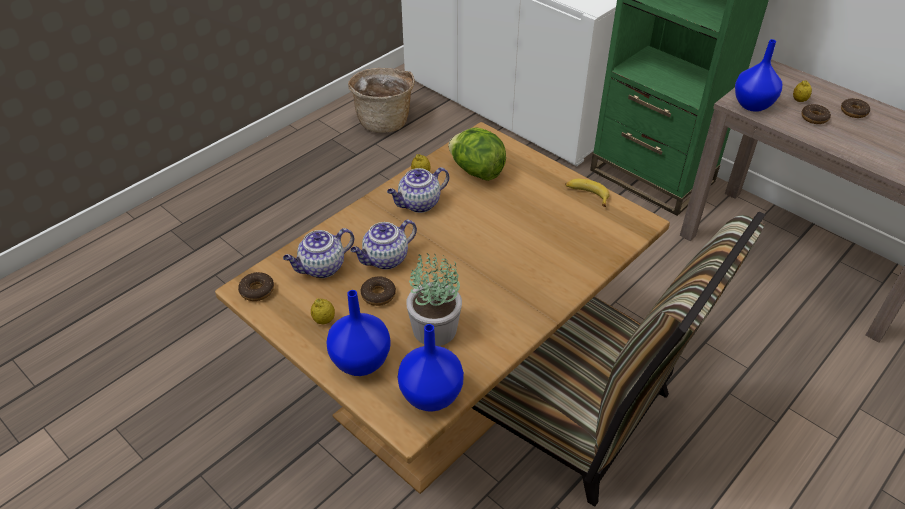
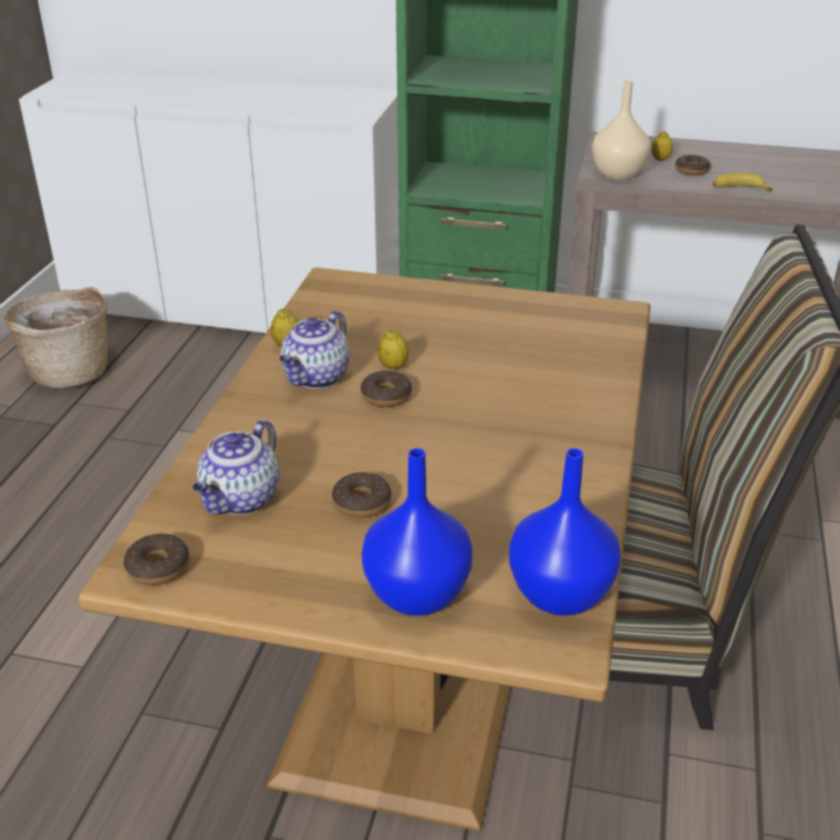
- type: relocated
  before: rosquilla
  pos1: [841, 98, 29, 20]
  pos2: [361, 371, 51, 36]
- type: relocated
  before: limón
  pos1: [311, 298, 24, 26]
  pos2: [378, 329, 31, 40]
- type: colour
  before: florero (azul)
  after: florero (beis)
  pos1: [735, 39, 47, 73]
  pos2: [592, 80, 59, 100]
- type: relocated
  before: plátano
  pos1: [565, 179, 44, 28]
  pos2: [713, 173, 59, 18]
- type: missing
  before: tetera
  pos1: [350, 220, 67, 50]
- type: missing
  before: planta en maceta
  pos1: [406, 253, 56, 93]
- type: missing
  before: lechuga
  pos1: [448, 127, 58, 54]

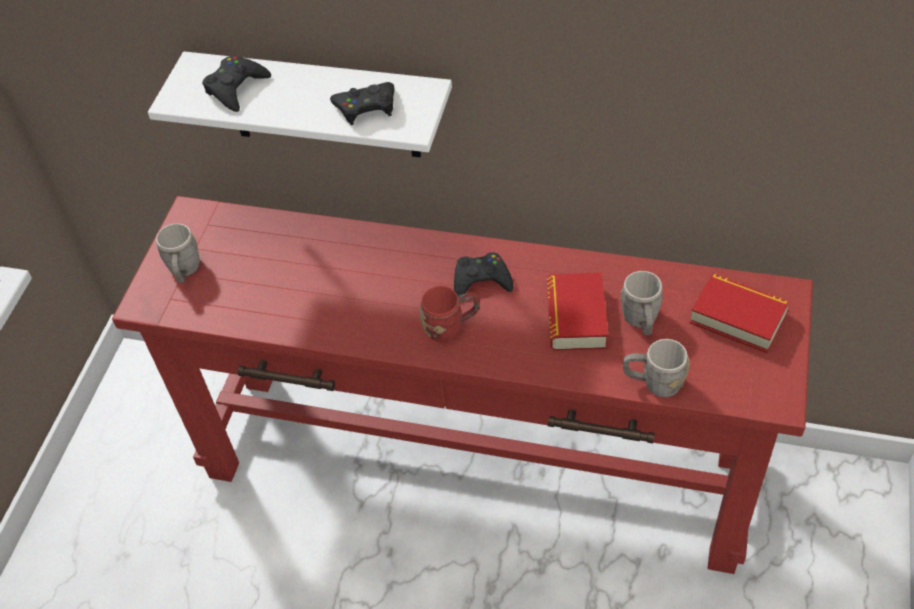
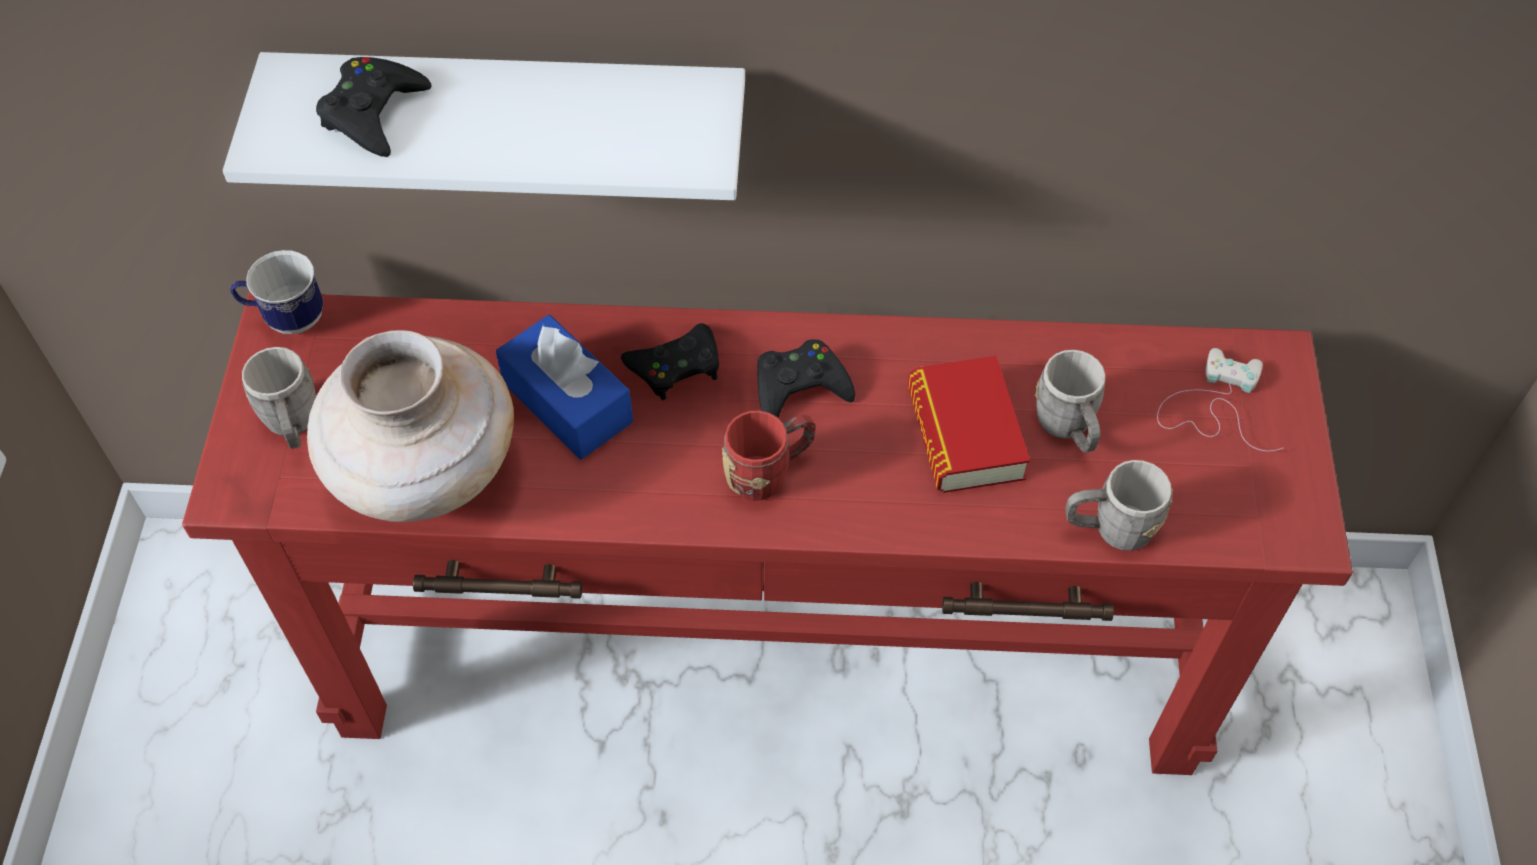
- type: appeared
  after: taza grande
  pos2: [230, 250, 93, 84]
- type: appeared
  after: florero (beis)
  pos2: [307, 330, 207, 192]
- type: appeared
  after: caja de pañuelos (azul)
  pos2: [496, 315, 137, 144]
- type: relocated
  before: mando de consola (negro)
  pos1: [330, 82, 64, 43]
  pos2: [621, 323, 98, 77]
- type: exchanged
  before: libro
  after: mando de consola (blanco)
  pos1: [690, 273, 100, 80]
  pos2: [1157, 348, 126, 103]

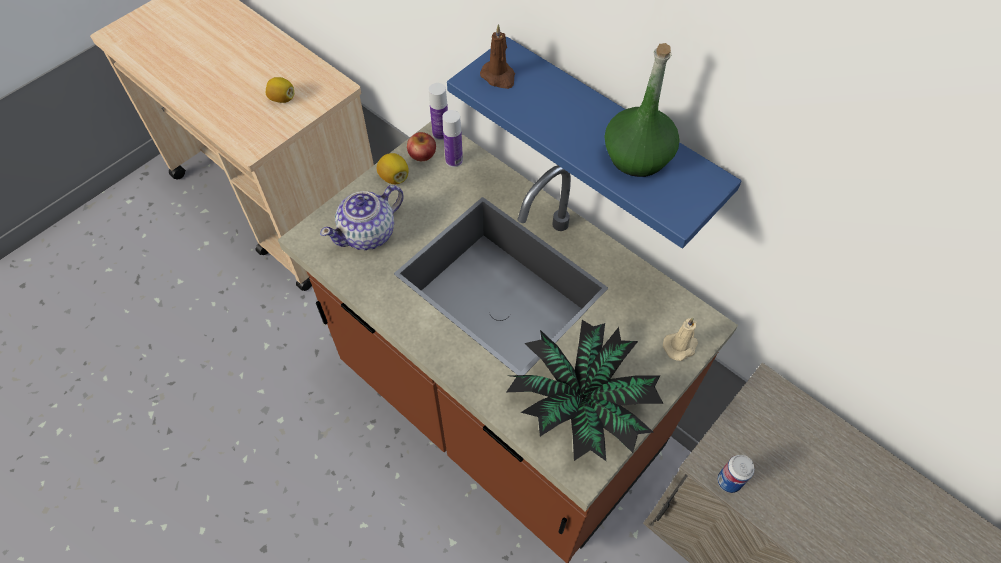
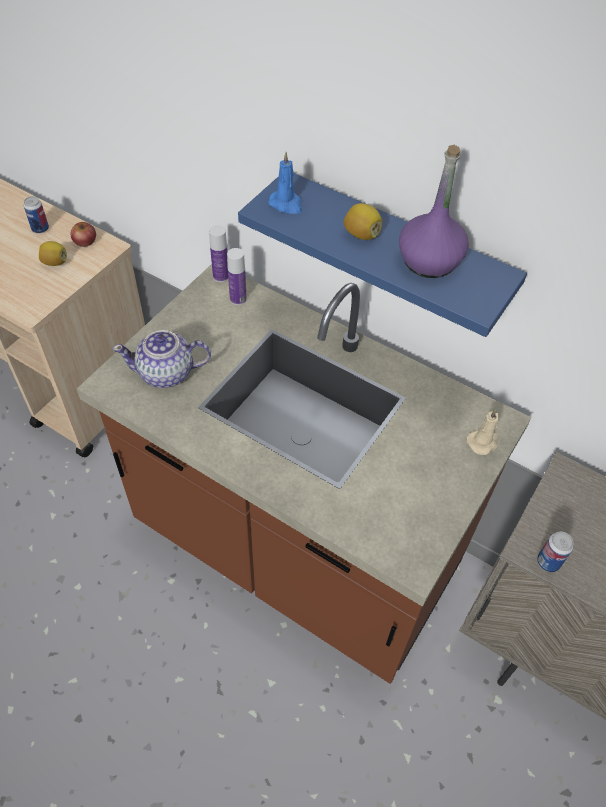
- type: appeared
  after: lata
  pos2: [24, 196, 25, 37]
- type: relocated
  before: manzana
  pos1: [407, 132, 29, 29]
  pos2: [71, 222, 25, 25]
- type: spun
  before: tetera
  pos1: [320, 185, 84, 65]
  pos2: [112, 330, 99, 58]
  turn: 45
- type: colour
  before: vela (marrón)
  after: vela (azul)
  pos1: [480, 24, 35, 65]
  pos2: [268, 152, 34, 62]
- type: relocated
  before: limón
  pos1: [377, 153, 32, 31]
  pos2: [344, 203, 38, 37]
- type: colour
  before: botella (verde)
  after: botella (morado)
  pos1: [604, 43, 76, 134]
  pos2: [399, 145, 70, 133]
- type: missing
  before: planta en maceta
  pos1: [507, 320, 157, 141]

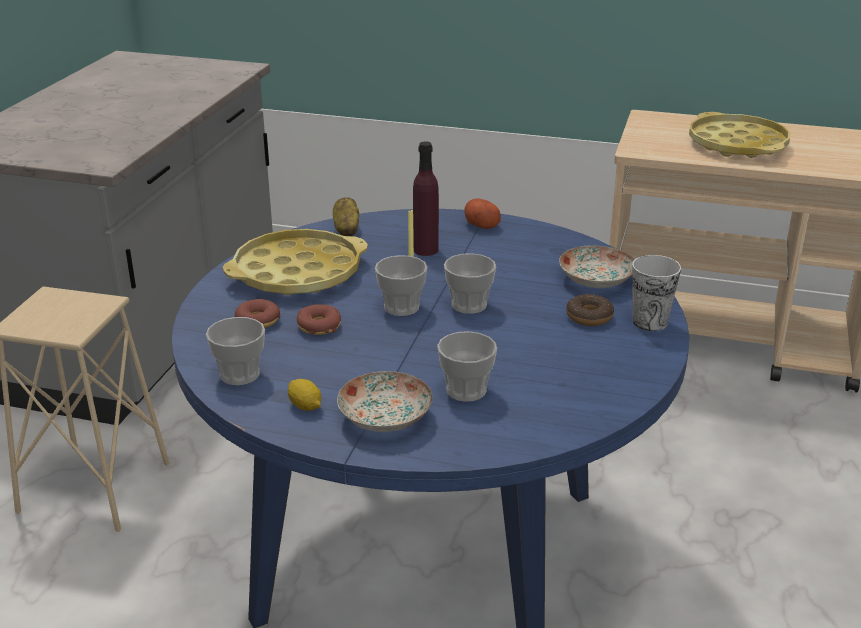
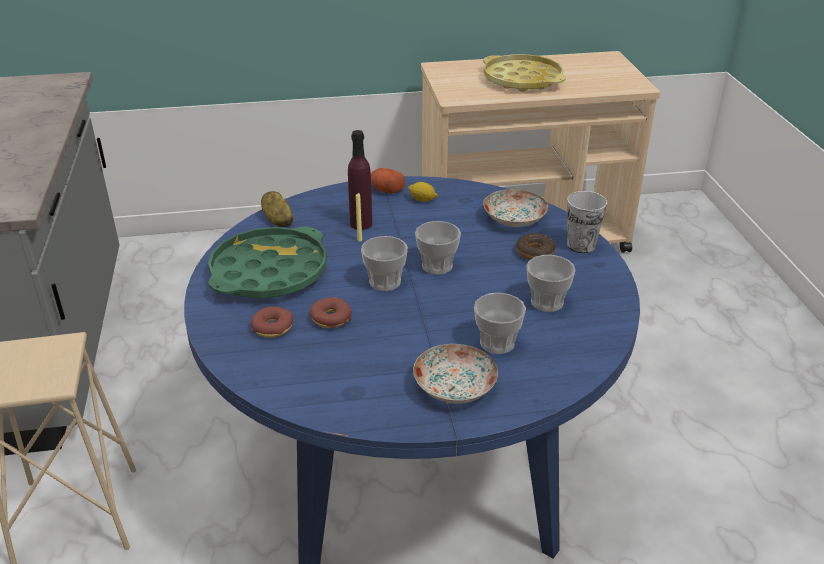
- type: colour
  before: bandeja (amarillo)
  after: bandeja (verde)
  pos1: [223, 229, 145, 66]
  pos2: [208, 227, 119, 71]
- type: relocated
  before: limón
  pos1: [288, 379, 33, 32]
  pos2: [408, 182, 30, 20]
- type: relocated
  before: taza
  pos1: [206, 317, 59, 68]
  pos2: [527, 255, 49, 57]

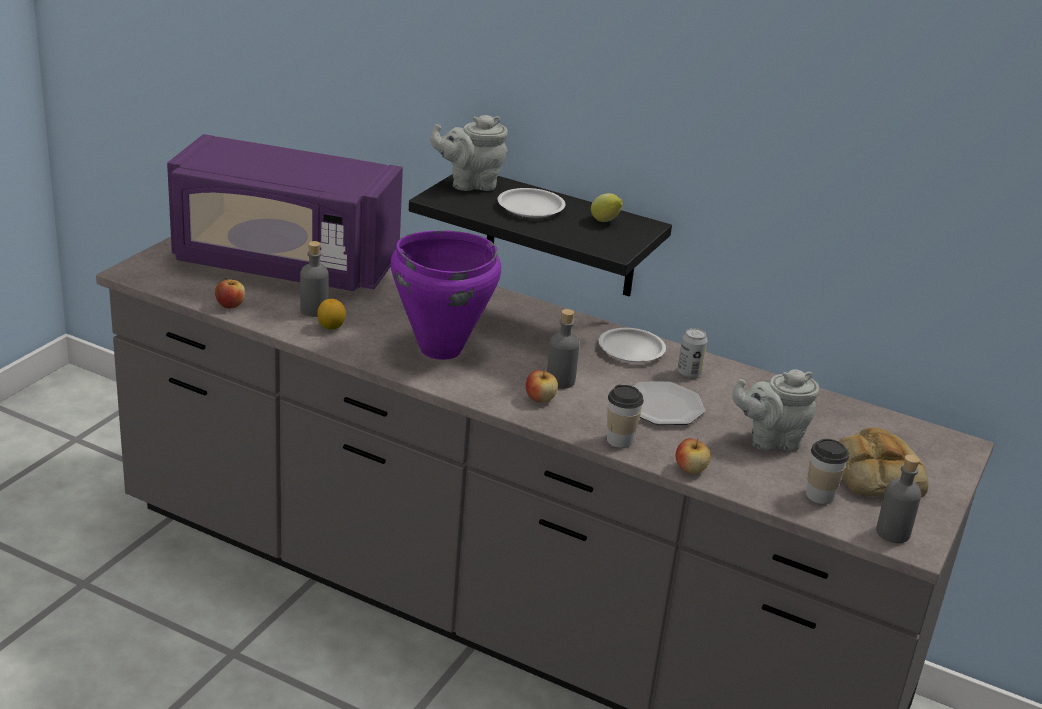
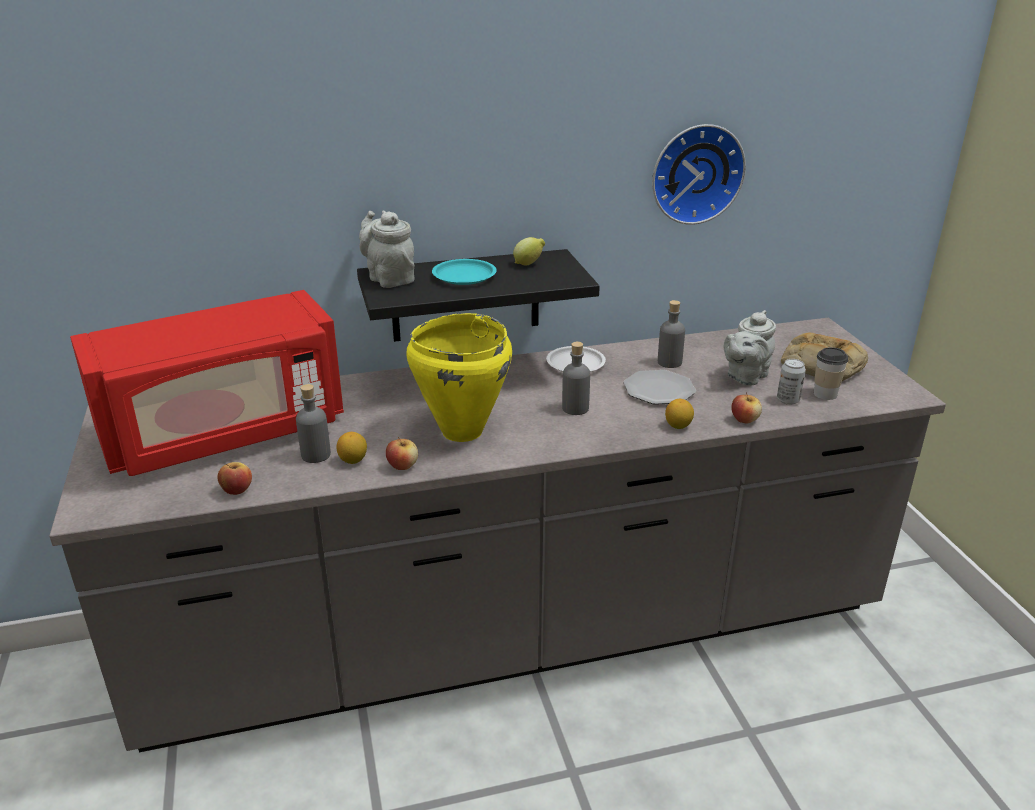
- type: colour
  before: microondas (morado)
  after: microondas (rojo)
  pos1: [167, 134, 236, 157]
  pos2: [70, 290, 274, 186]
- type: spun
  before: tetera (gris)
  pos1: [430, 115, 78, 76]
  pos2: [359, 211, 56, 77]
  turn: 105
- type: relocated
  before: manzana
  pos1: [526, 370, 32, 32]
  pos2: [386, 437, 32, 33]
- type: colour
  before: olla (morado)
  after: olla (amarillo)
  pos1: [391, 230, 110, 130]
  pos2: [406, 313, 106, 129]
- type: colour
  before: plato (blanco)
  after: plato (turquesa)
  pos1: [498, 188, 67, 30]
  pos2: [432, 259, 65, 26]
- type: appeared
  after: reloj de pared
  pos2: [652, 124, 94, 101]
- type: relocated
  before: botella (gris)
  pos1: [876, 454, 45, 89]
  pos2: [658, 300, 27, 68]
- type: exchanged
  before: taza
  after: limón
  pos1: [607, 385, 37, 63]
  pos2: [665, 399, 29, 30]
- type: relocated
  before: lata
  pos1: [678, 328, 30, 50]
  pos2: [777, 359, 29, 46]

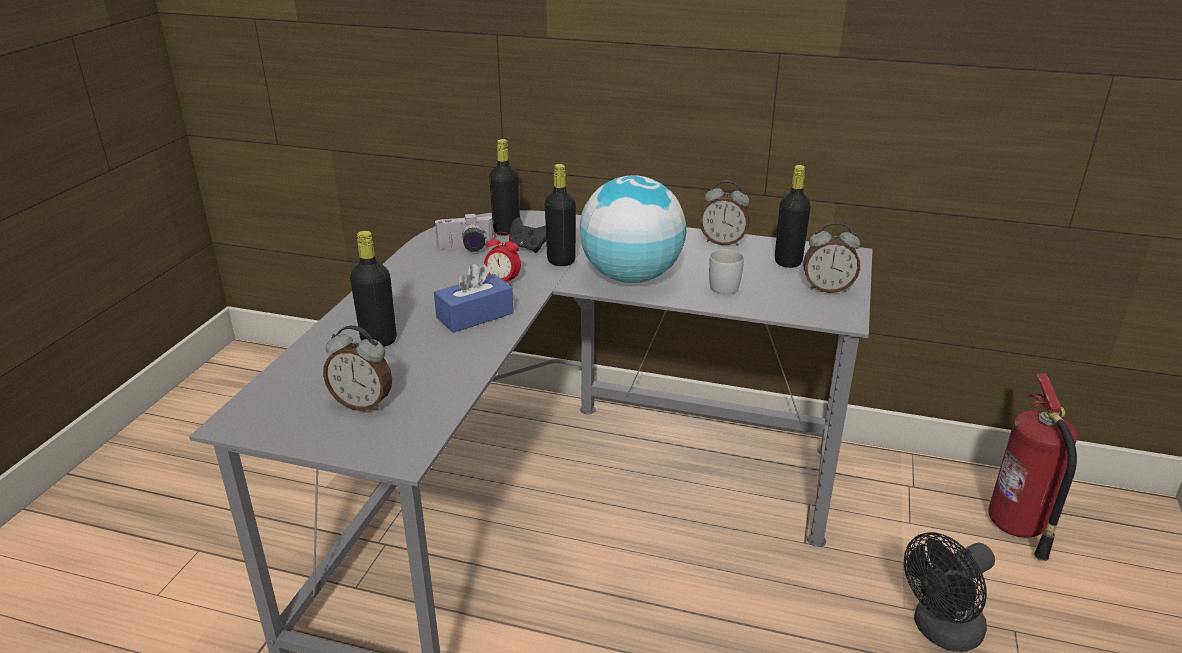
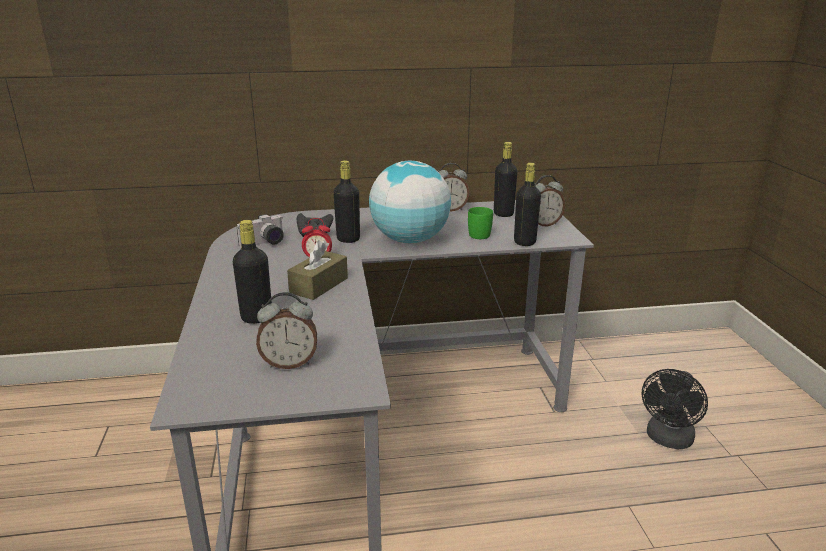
- type: colour
  before: caja de pañuelos (azul)
  after: caja de pañuelos (marrón)
  pos1: [434, 263, 80, 70]
  pos2: [287, 240, 61, 60]
- type: colour
  before: taza grande (blanco)
  after: taza grande (verde)
  pos1: [709, 249, 35, 45]
  pos2: [468, 207, 25, 32]
- type: relocated
  before: botella (negro)
  pos1: [489, 139, 31, 96]
  pos2: [514, 163, 27, 83]
- type: missing
  before: extintor
  pos1: [989, 373, 88, 188]

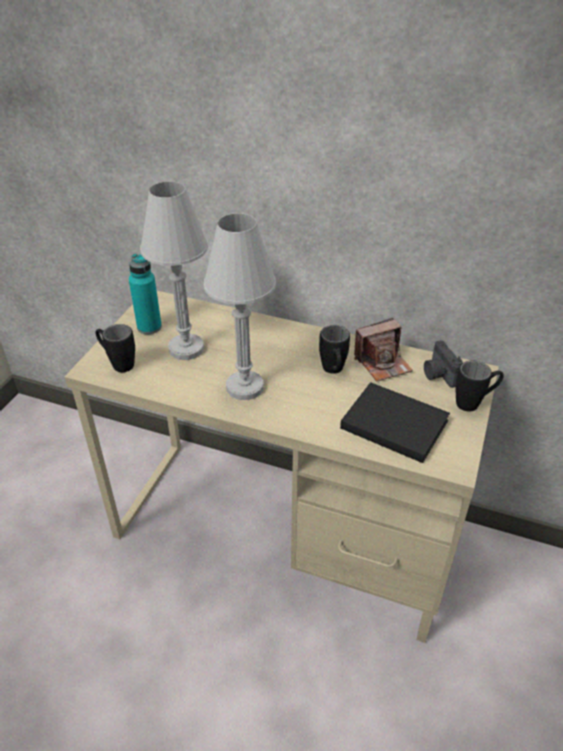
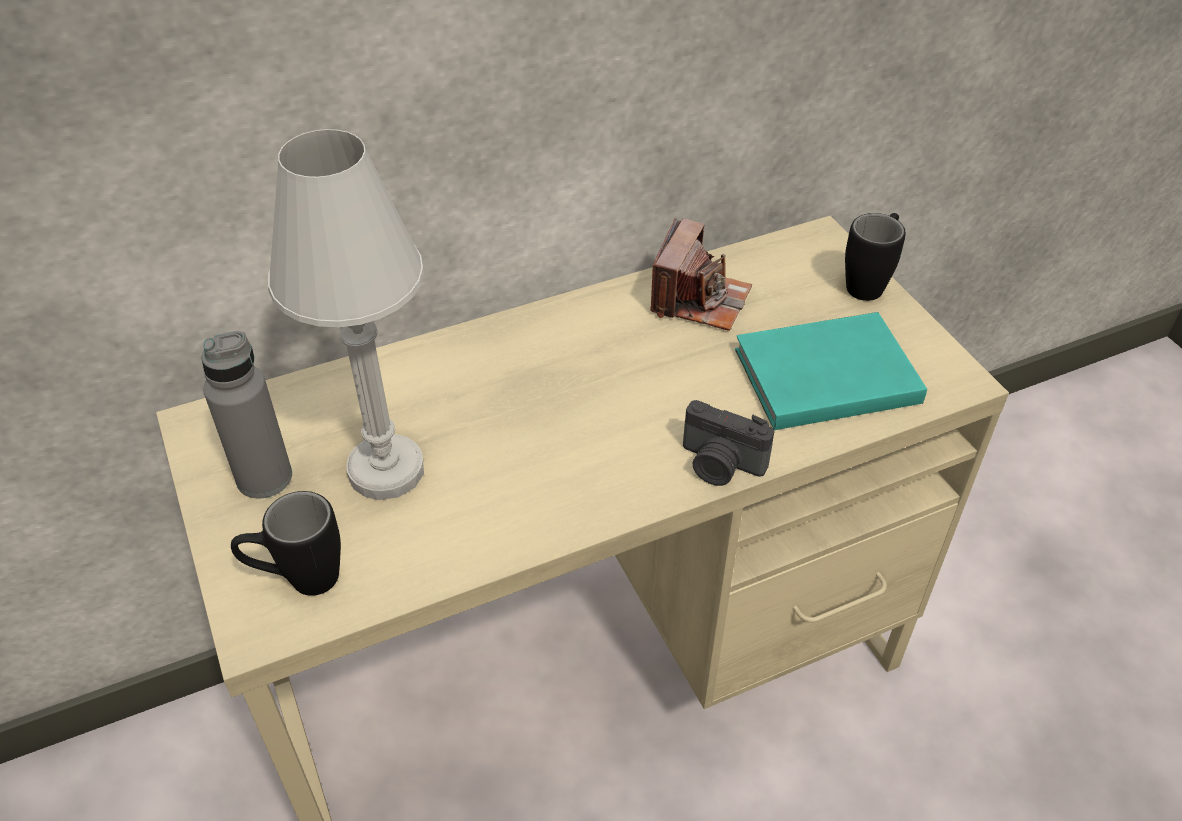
- type: colour
  before: botella (turquesa)
  after: botella (gris)
  pos1: [129, 254, 33, 80]
  pos2: [201, 331, 91, 168]
- type: relocated
  before: cámara
  pos1: [424, 340, 39, 48]
  pos2: [683, 400, 91, 86]
- type: colour
  before: libro (negro)
  after: libro (turquesa)
  pos1: [340, 382, 110, 81]
  pos2: [735, 312, 192, 118]
- type: missing
  before: lámpara de mesa (blanco)
  pos1: [204, 213, 72, 187]
- type: missing
  before: taza grande (negro)
  pos1: [319, 325, 31, 49]

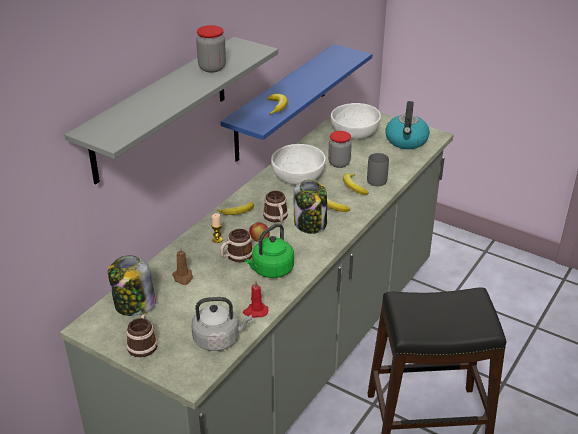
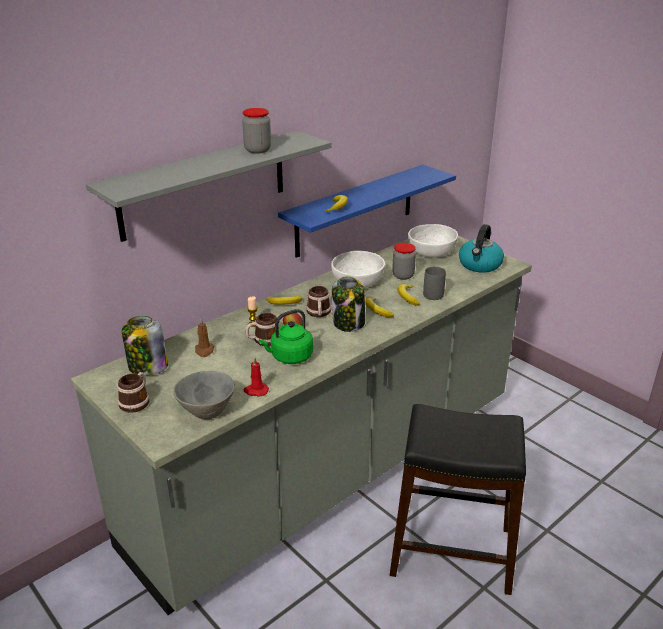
- type: exchanged
  before: hervidor (gris)
  after: cuenco (gris)
  pos1: [191, 297, 61, 54]
  pos2: [173, 371, 62, 49]

